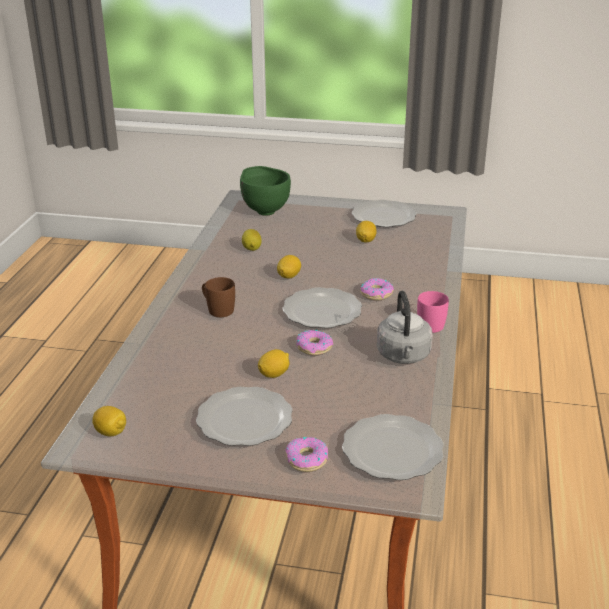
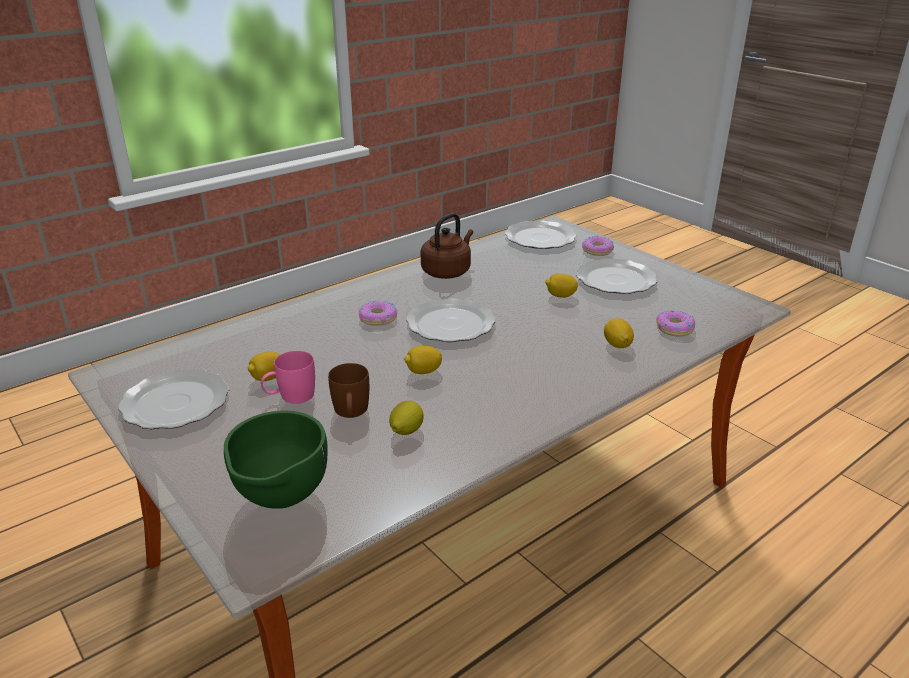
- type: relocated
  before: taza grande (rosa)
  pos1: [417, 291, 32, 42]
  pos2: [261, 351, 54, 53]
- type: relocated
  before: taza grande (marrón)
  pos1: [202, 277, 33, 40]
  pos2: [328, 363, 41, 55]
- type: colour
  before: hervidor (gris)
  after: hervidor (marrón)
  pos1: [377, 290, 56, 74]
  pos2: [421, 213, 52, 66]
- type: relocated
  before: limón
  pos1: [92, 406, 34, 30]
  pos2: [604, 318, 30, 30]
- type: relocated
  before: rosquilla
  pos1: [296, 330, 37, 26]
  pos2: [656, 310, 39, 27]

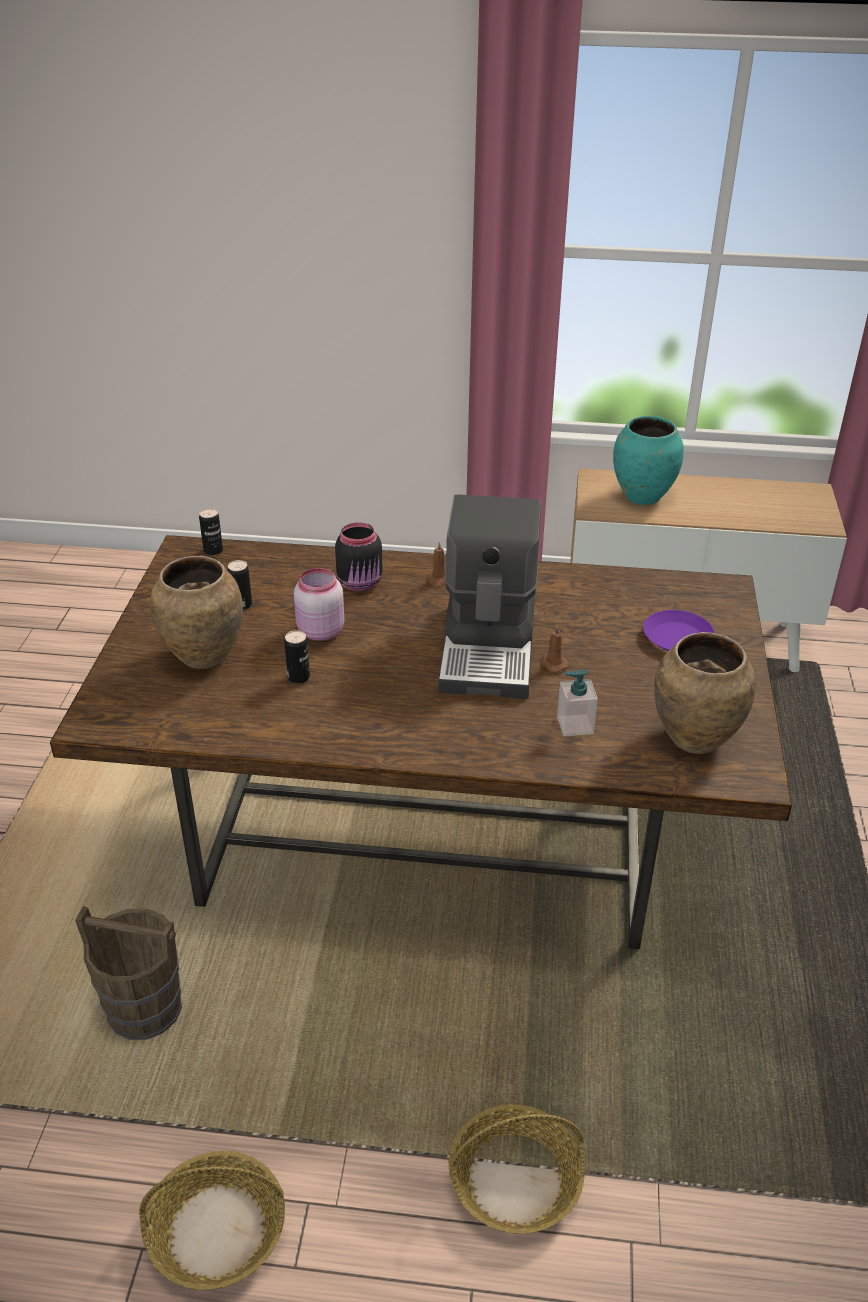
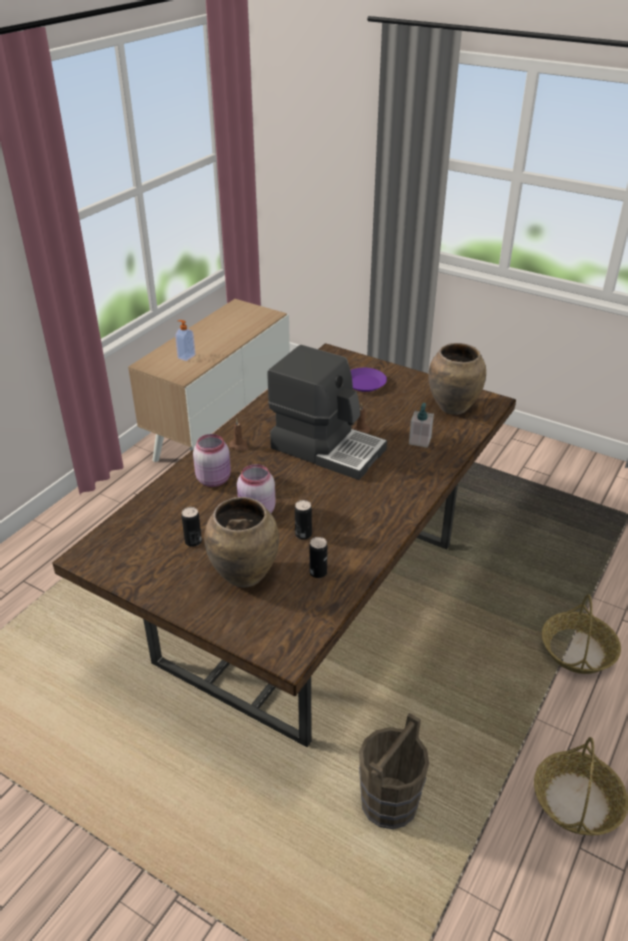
- type: exchanged
  before: florero (turquesa)
  after: dispensador de jabón
  pos1: [613, 416, 71, 89]
  pos2: [175, 320, 20, 41]
- type: colour
  before: tarro (negro)
  after: tarro (rosa)
  pos1: [335, 522, 48, 70]
  pos2: [193, 434, 38, 53]
- type: relocated
  before: lata
  pos1: [199, 508, 24, 48]
  pos2: [309, 537, 19, 41]

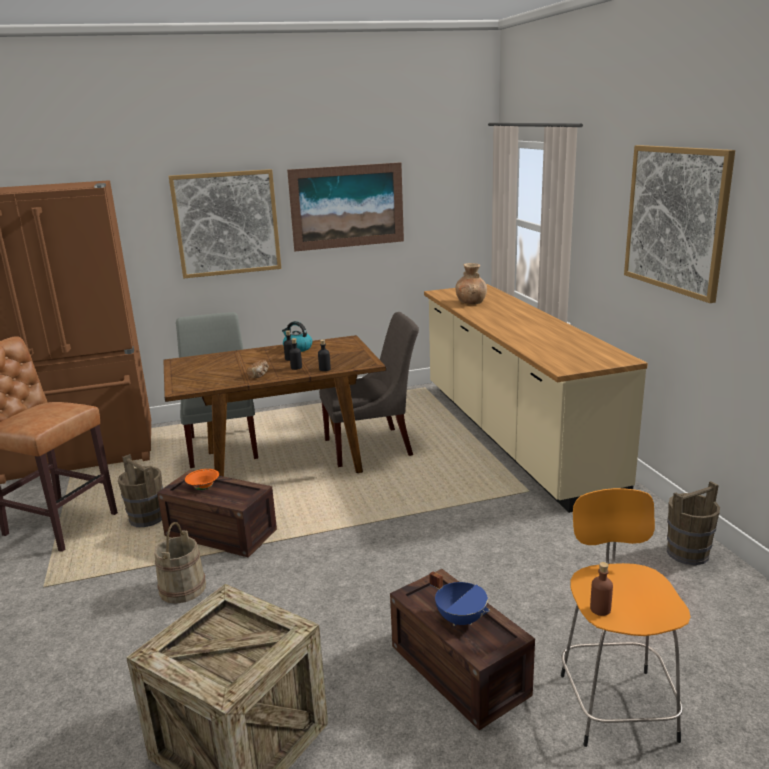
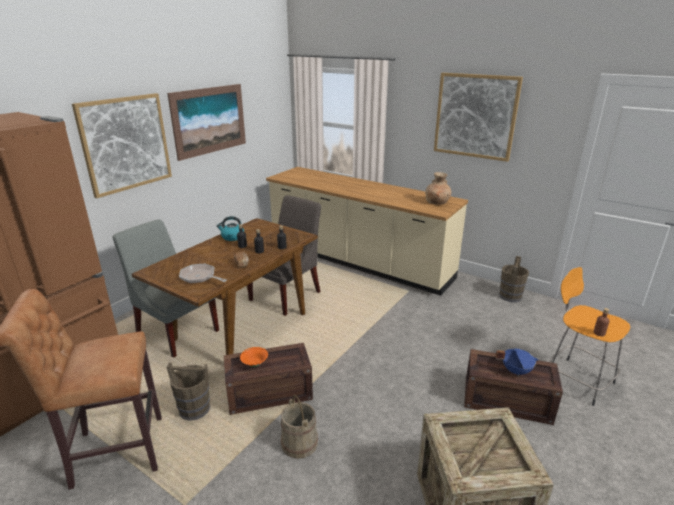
- type: appeared
  after: sartén
  pos2: [179, 264, 48, 19]
- type: relocated
  before: florero (marrón)
  pos1: [455, 263, 32, 41]
  pos2: [425, 172, 27, 33]

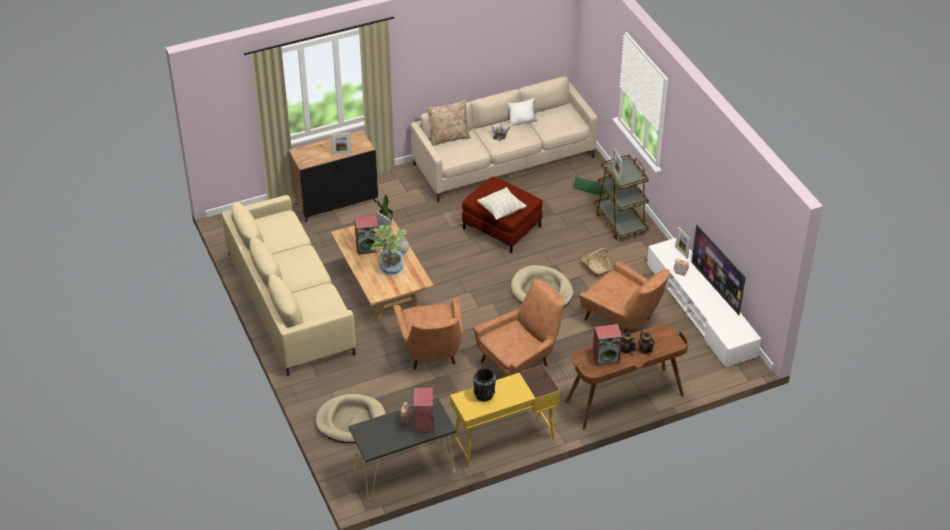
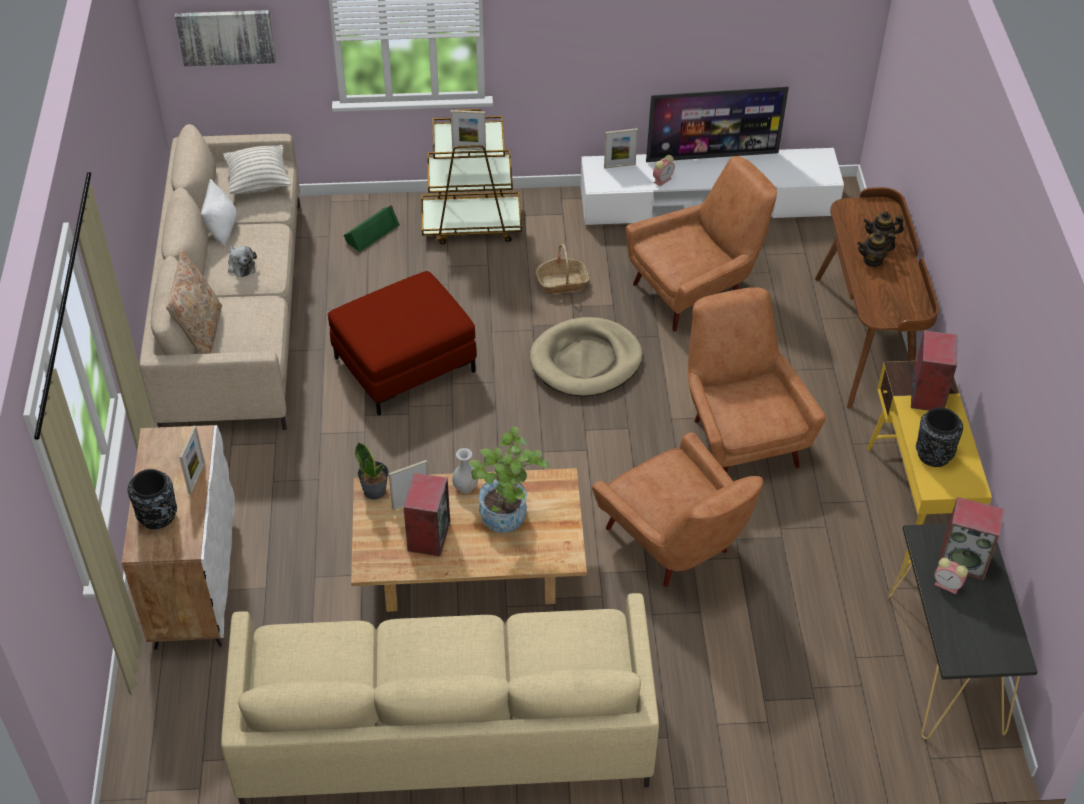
- type: colour
  before: armario (negro)
  after: armario (blanco)
  pos1: [289, 130, 89, 93]
  pos2: [122, 425, 113, 225]
- type: appeared
  after: florero (negro)
  pos2: [128, 469, 49, 60]
- type: appeared
  after: cuadro
  pos2: [175, 10, 101, 56]
- type: relocated
  before: cojín
  pos1: [477, 187, 50, 33]
  pos2: [223, 145, 68, 49]
- type: spun
  before: sillón (marrón)
  pos1: [393, 298, 70, 72]
  pos2: [592, 432, 171, 155]
  turn: 45
- type: relocated
  before: altavoz
  pos1: [593, 324, 29, 42]
  pos2: [911, 330, 47, 81]
- type: missing
  before: cama para perro (beis)
  pos1: [315, 394, 71, 49]

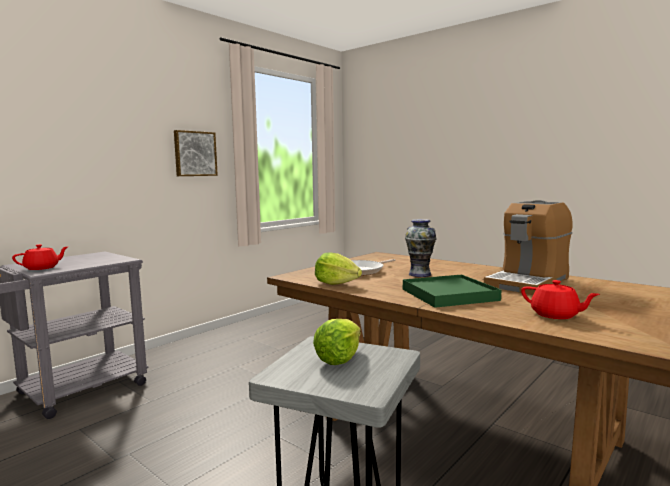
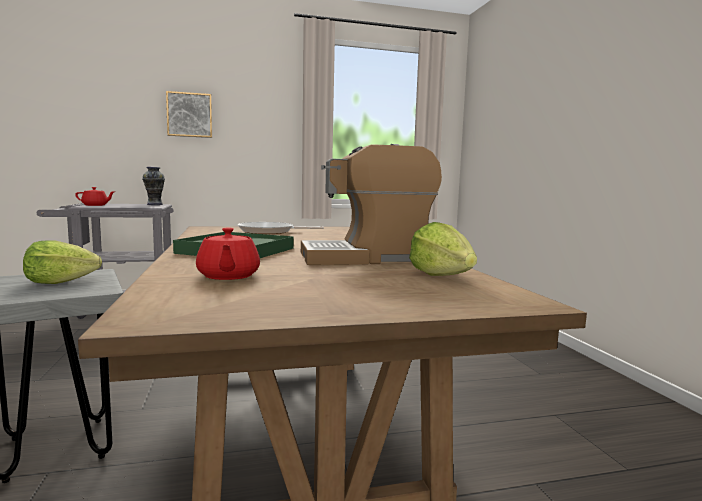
- type: relocated
  before: florero
  pos1: [405, 219, 32, 58]
  pos2: [142, 167, 23, 38]
- type: relocated
  before: cuadro
  pos1: [174, 130, 44, 46]
  pos2: [166, 91, 46, 47]
- type: relocated
  before: lechuga
  pos1: [315, 253, 47, 32]
  pos2: [409, 222, 68, 54]

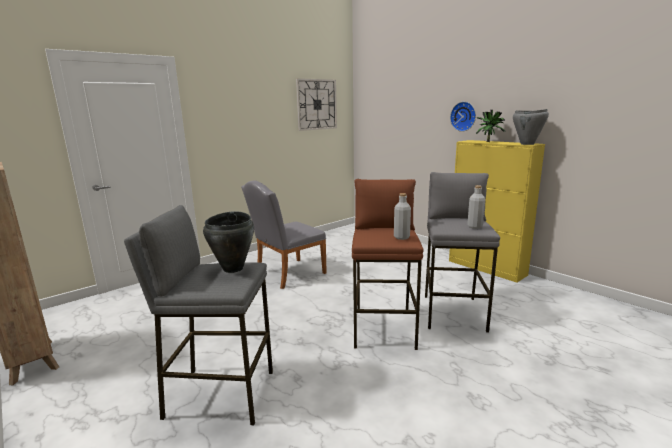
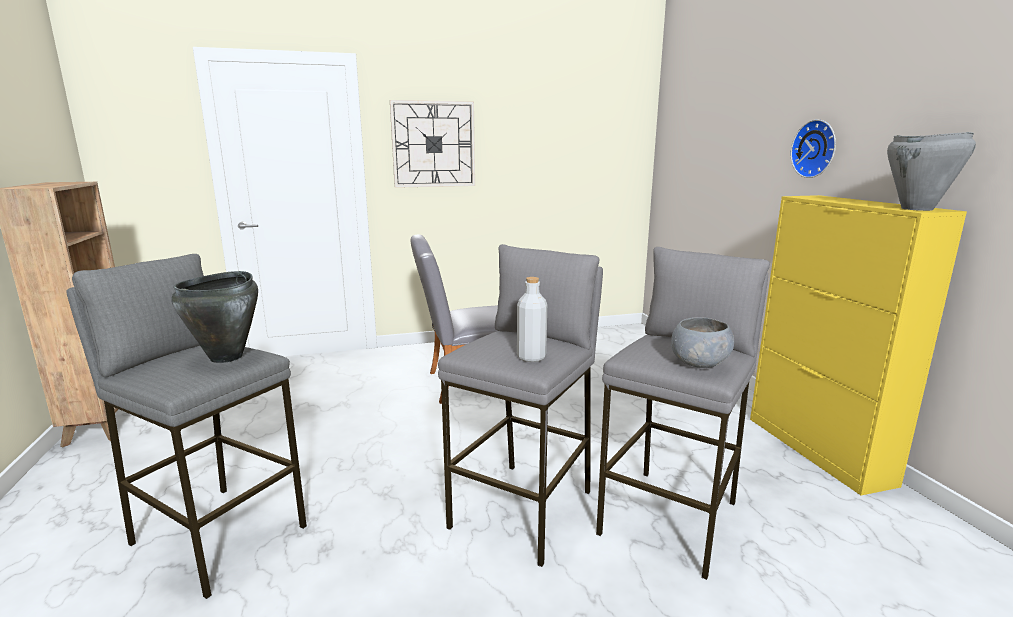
- type: relocated
  before: reloj de pared
  pos1: [296, 78, 41, 53]
  pos2: [390, 100, 85, 88]
- type: colour
  before: taburete (marrón)
  after: taburete (gris)
  pos1: [352, 179, 72, 171]
  pos2: [438, 244, 165, 323]
- type: exchanged
  before: botella (gris)
  after: cuenco (gris)
  pos1: [467, 185, 18, 44]
  pos2: [671, 317, 63, 51]
- type: missing
  before: planta en maceta
  pos1: [476, 110, 29, 32]

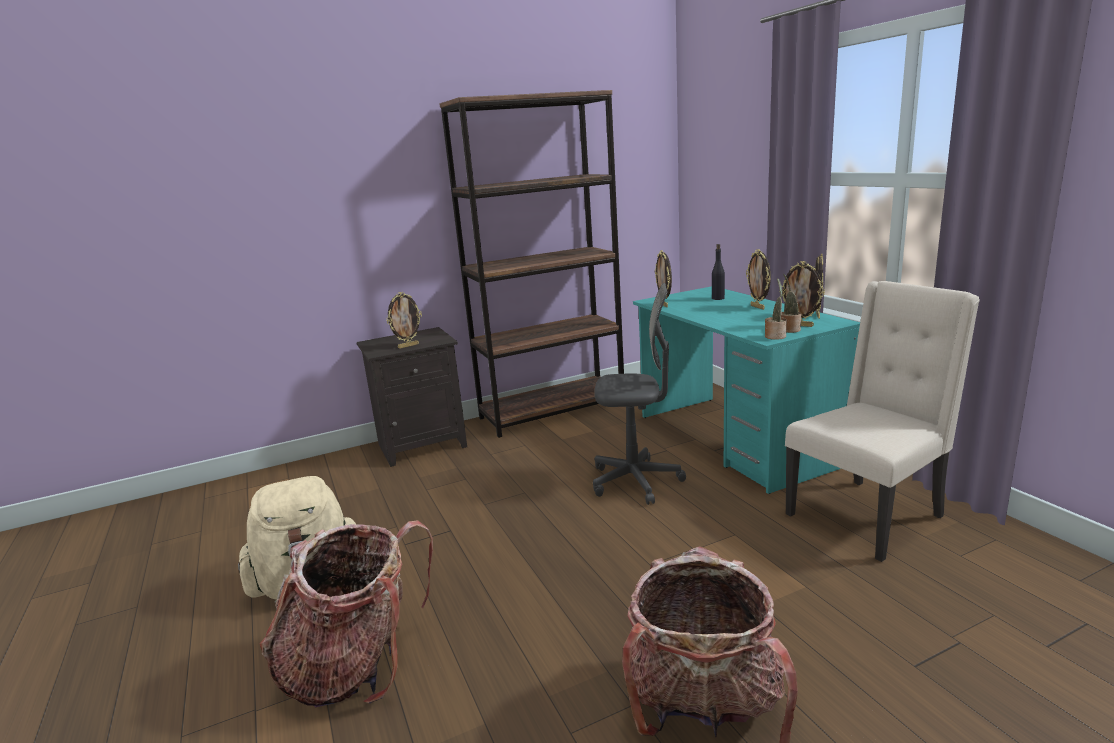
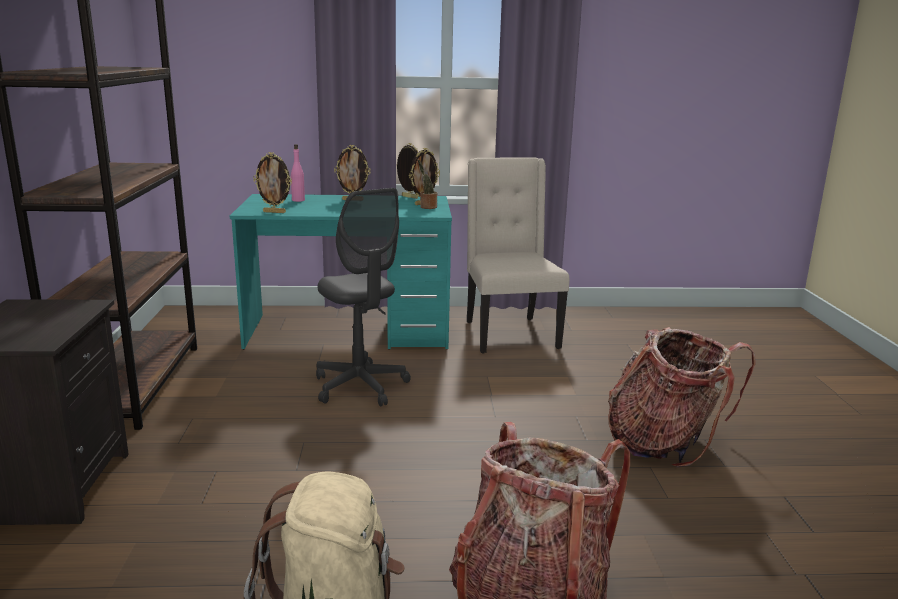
- type: colour
  before: botella (negro)
  after: botella (rosa)
  pos1: [712, 244, 13, 56]
  pos2: [291, 144, 14, 58]
- type: spun
  before: silla de oficina (gris)
  pos1: [593, 283, 93, 222]
  pos2: [316, 188, 95, 219]
  turn: 120
- type: missing
  before: portarretratos
  pos1: [387, 292, 35, 57]
- type: missing
  before: planta en maceta
  pos1: [765, 278, 22, 62]

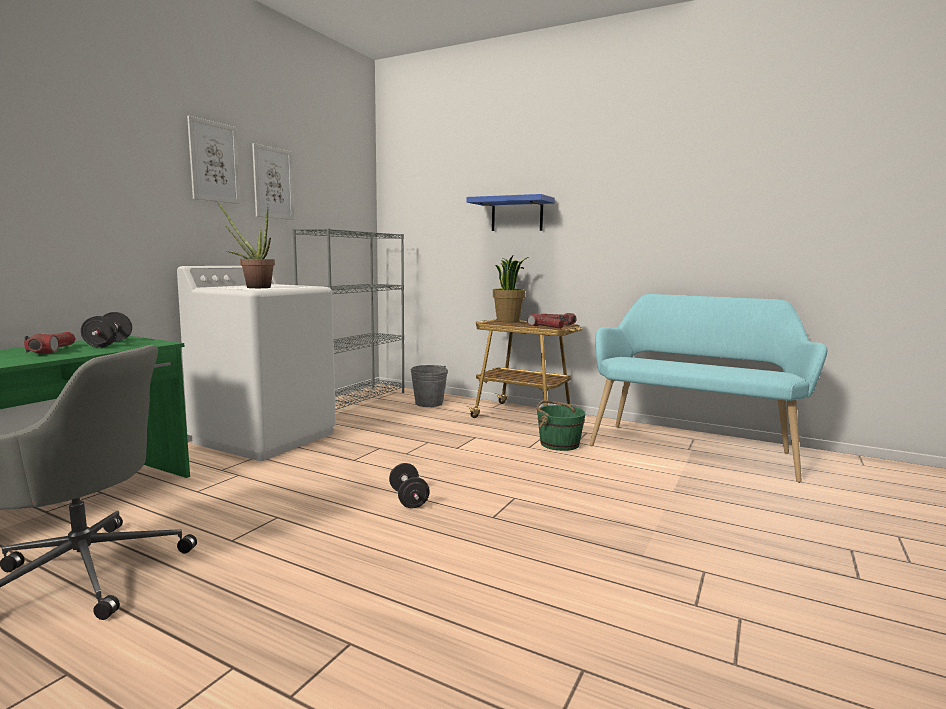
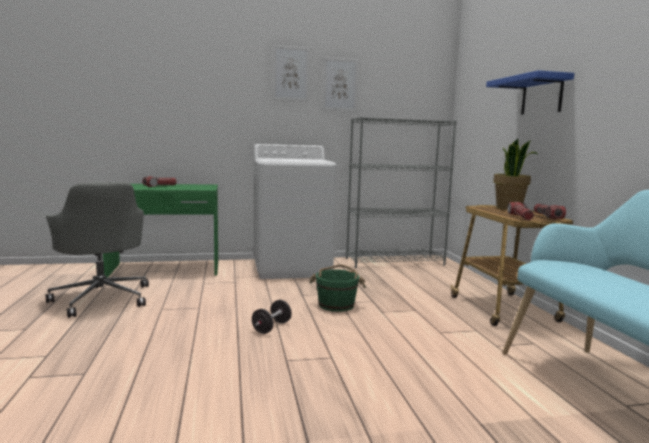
- type: relocated
  before: cubo (verde)
  pos1: [536, 400, 50, 51]
  pos2: [310, 264, 56, 48]
- type: missing
  before: mancuerna (negro)
  pos1: [81, 312, 51, 36]
- type: missing
  before: planta en maceta
  pos1: [217, 201, 58, 87]
- type: missing
  before: cubo (gris)
  pos1: [410, 365, 38, 42]

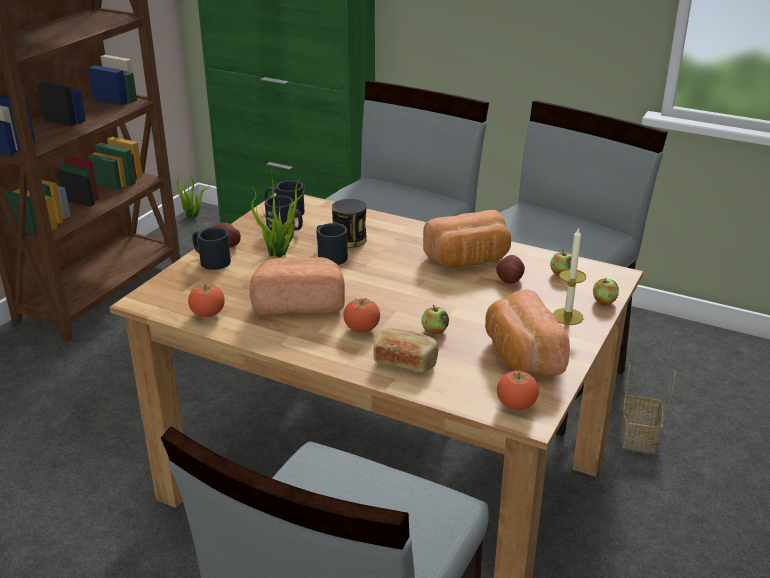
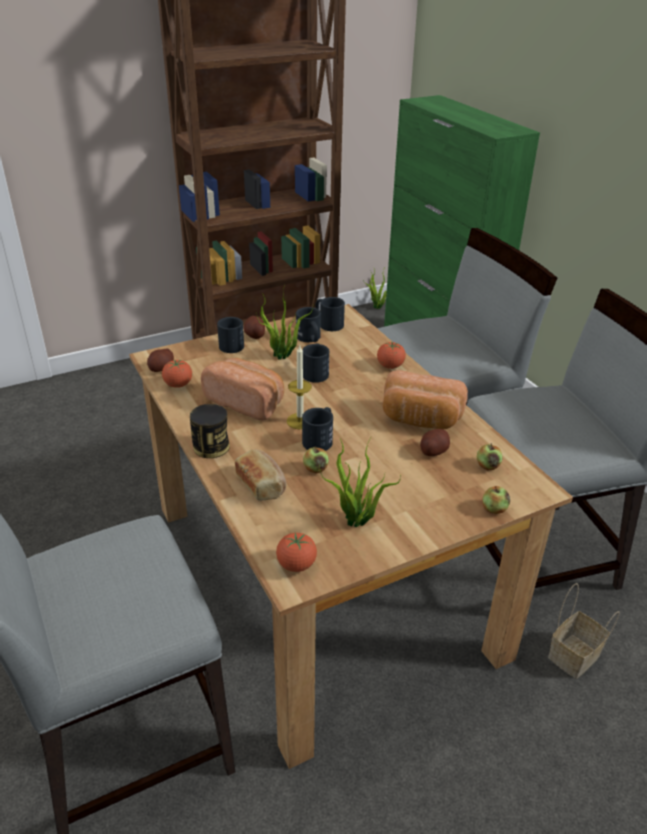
- type: appeared
  after: patata
  pos2: [147, 348, 27, 24]
- type: relocated
  before: lata
  pos1: [332, 199, 35, 49]
  pos2: [190, 404, 40, 54]
- type: relocated
  before: vela
  pos1: [553, 227, 33, 98]
  pos2: [287, 346, 25, 83]
- type: appeared
  after: taza grande (negro)
  pos2: [302, 407, 31, 44]
- type: exchanged
  before: pan
  after: planta en maceta
  pos1: [485, 290, 85, 85]
  pos2: [319, 437, 82, 91]
- type: relocated
  before: tomate
  pos1: [343, 297, 37, 36]
  pos2: [377, 341, 29, 28]

